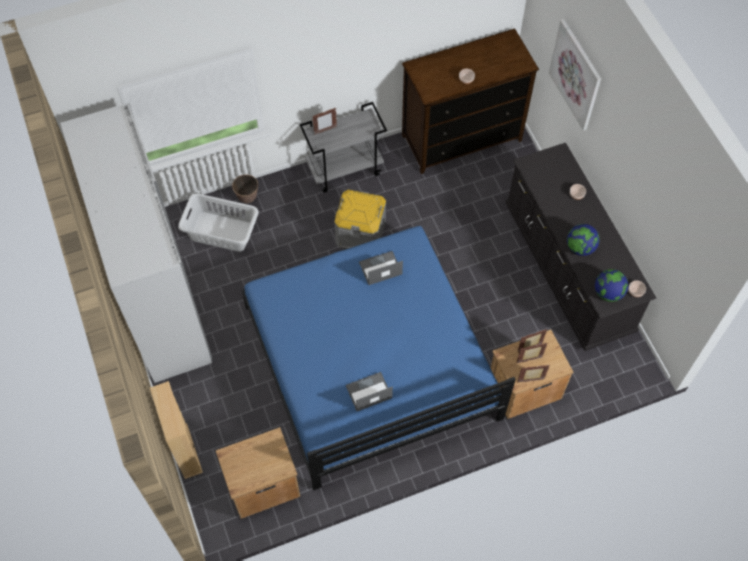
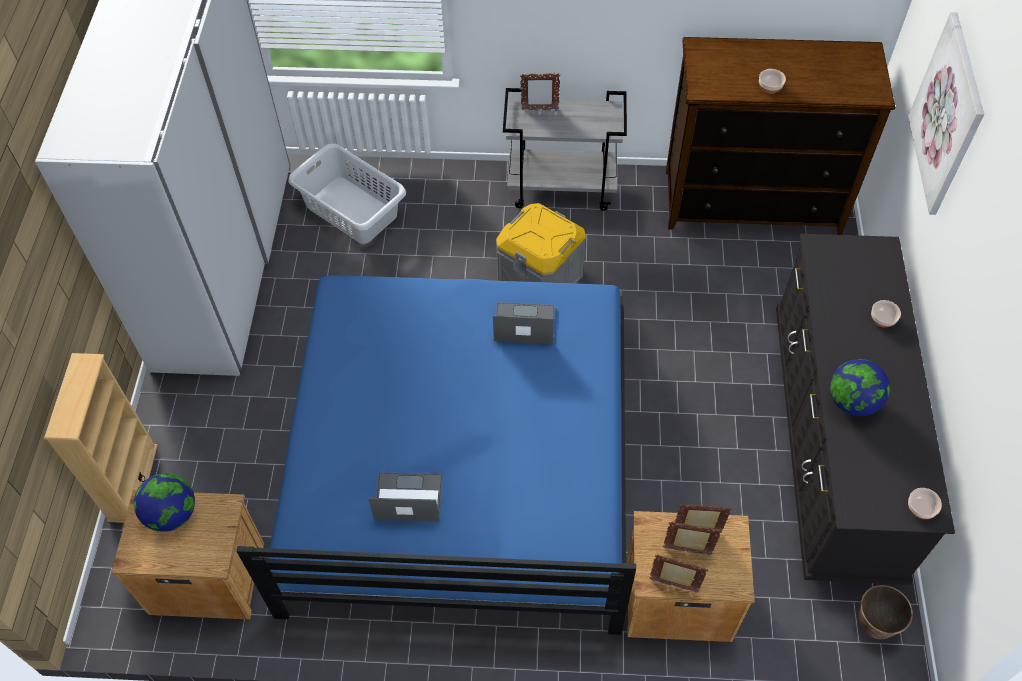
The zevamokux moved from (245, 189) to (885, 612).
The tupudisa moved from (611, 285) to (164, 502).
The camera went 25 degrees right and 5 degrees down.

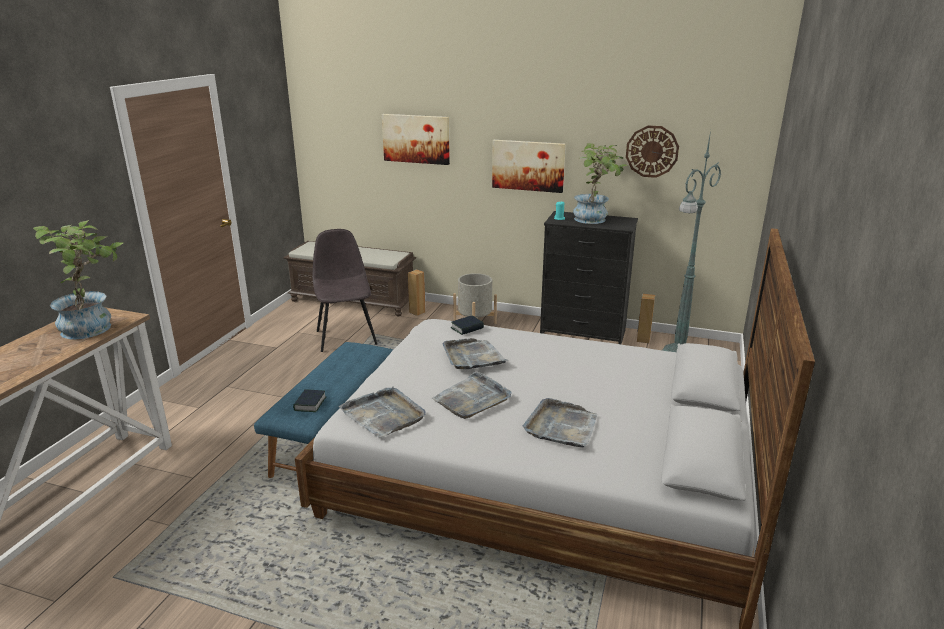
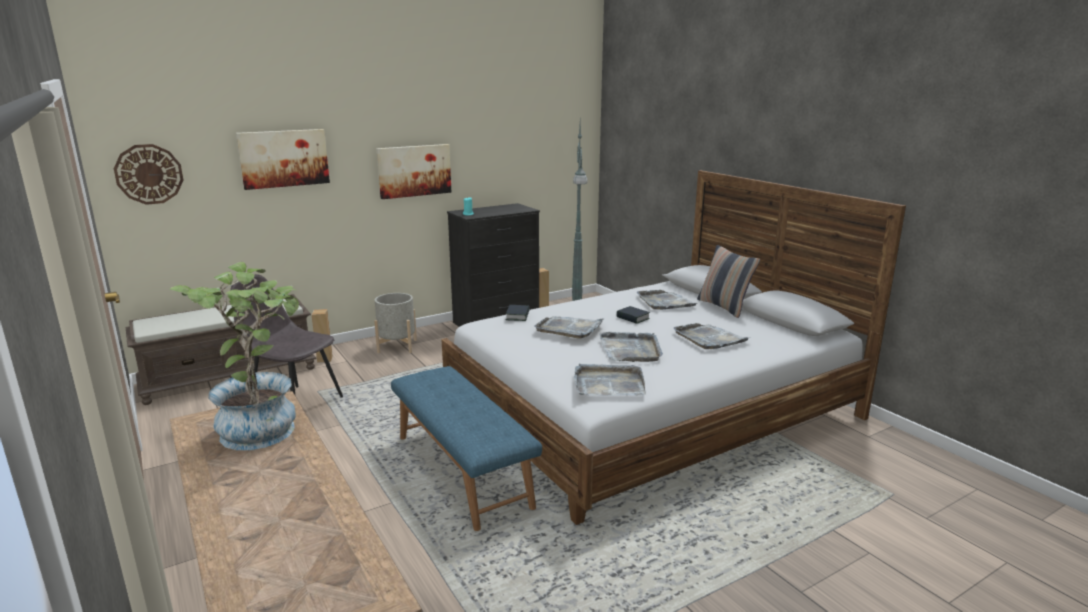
The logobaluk moved from (310, 400) to (633, 315).
The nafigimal at (600, 183) disappeared.
The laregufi moved from (652, 152) to (148, 174).
The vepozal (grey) at (666, 300) appeared.
The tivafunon at (728, 281) appeared.
The camera went 50 degrees left and 5 degrees down.

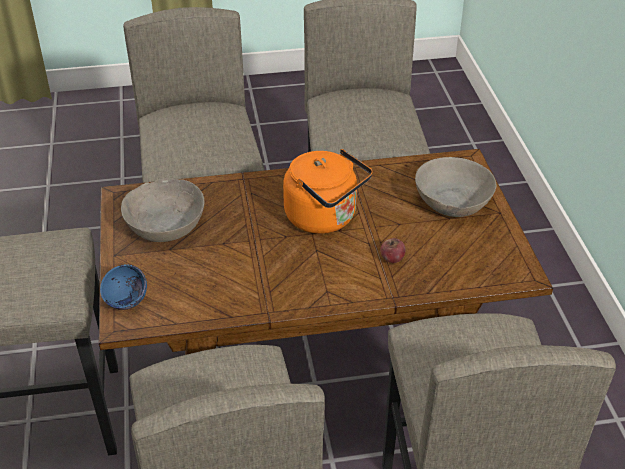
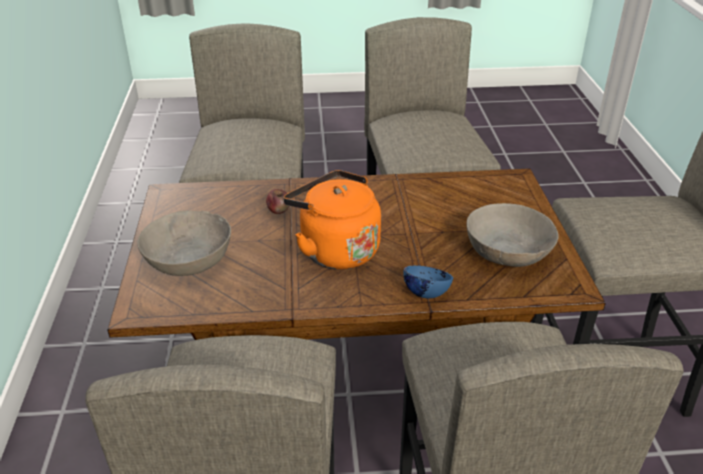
The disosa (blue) moved from (123, 287) to (428, 282).
The camera went 175 degrees left and 5 degrees down.

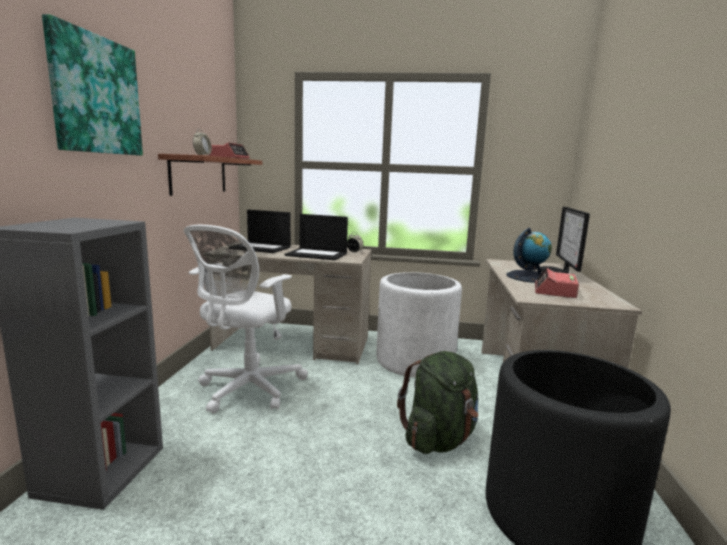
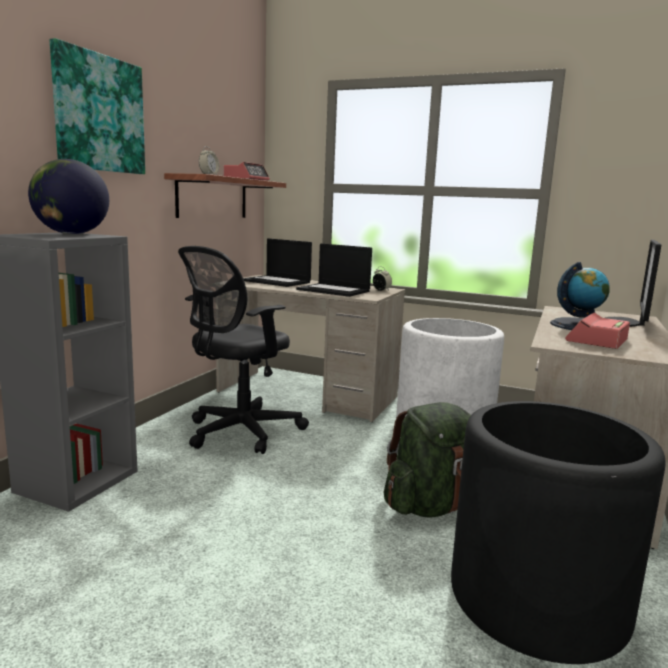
The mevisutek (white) at (246, 319) became the mevisutek (black) at (243, 350).
The tupudisa at (68, 196) appeared.
The camera went 15 degrees right and 0 degrees up.

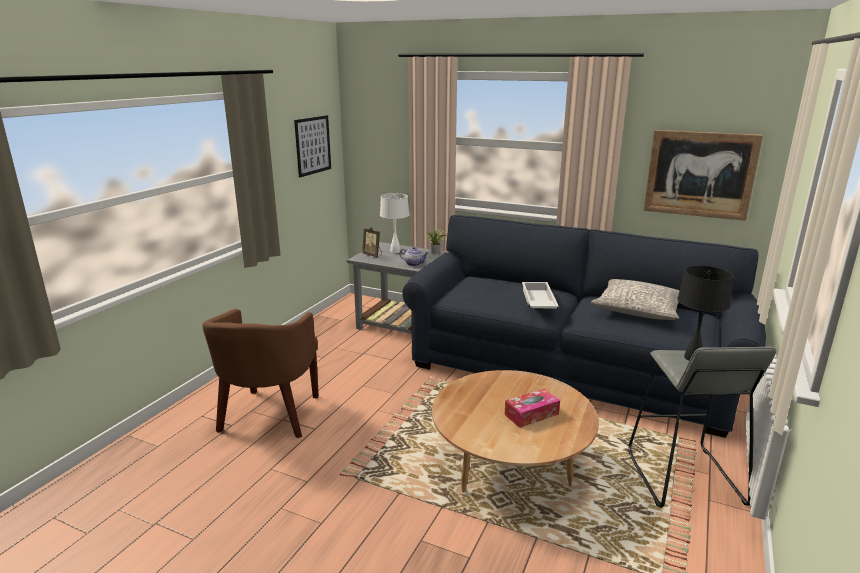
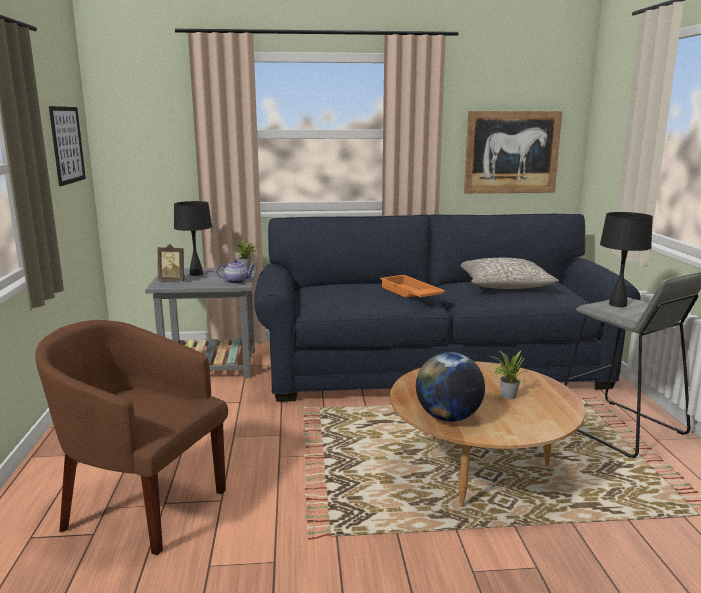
The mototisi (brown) at (261, 373) turned 135 degrees clockwise.
The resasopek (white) at (394, 223) became the resasopek (black) at (193, 238).
The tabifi at (532, 408) was replaced by the nafigimal at (508, 374).
The vepozal (white) at (540, 295) became the vepozal (orange) at (412, 286).
The tupudisa at (450, 387) appeared.
The camera went 30 degrees left and 5 degrees down.

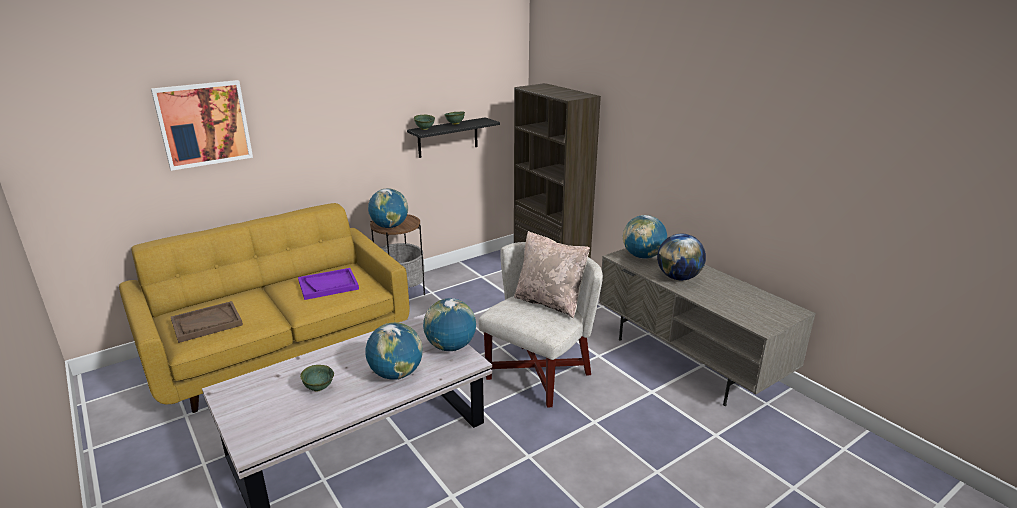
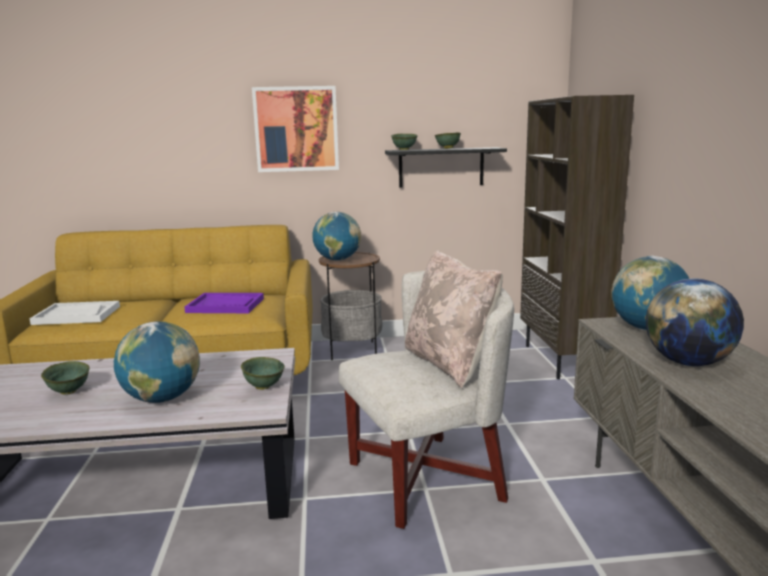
The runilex moved from (202, 125) to (295, 129).
The vepozal (brown) at (207, 322) became the vepozal (white) at (75, 313).
The tupudisa at (449, 324) was replaced by the disosa (green) at (263, 373).
The camera went 30 degrees right and 10 degrees down.

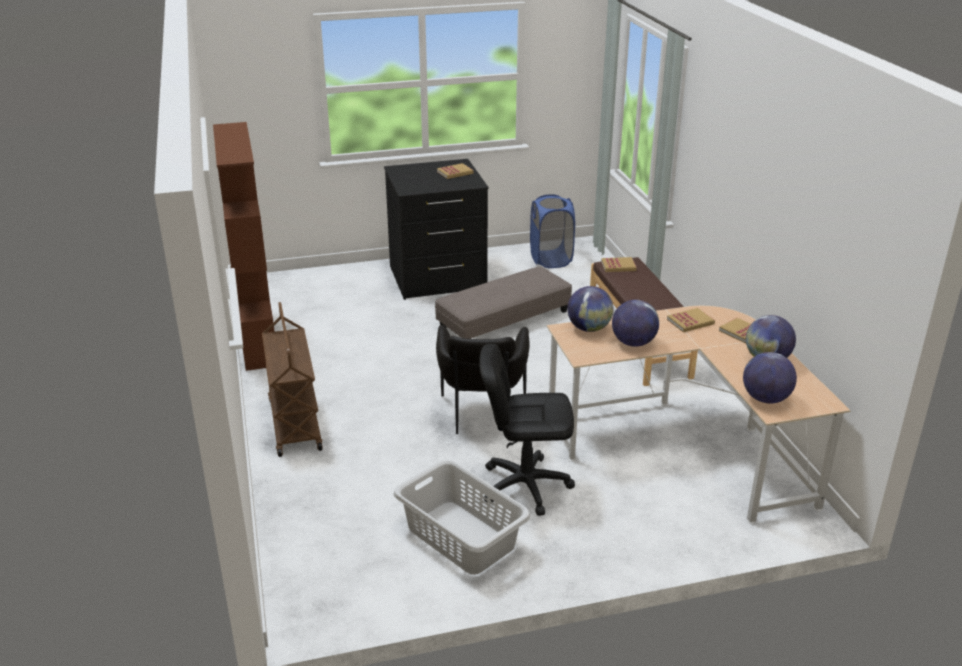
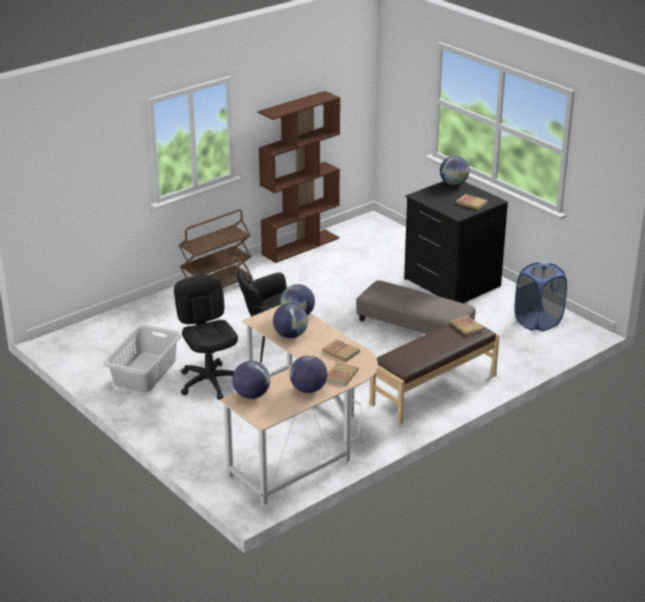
The tupudisa at (455, 170) appeared.
The camera went 65 degrees right and 0 degrees up.

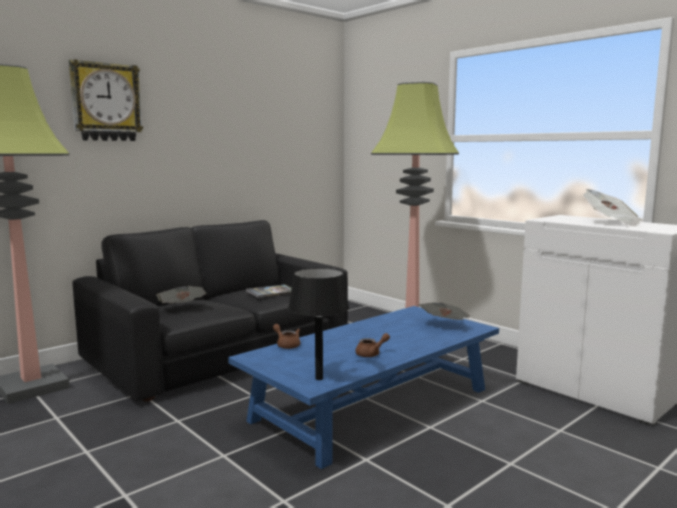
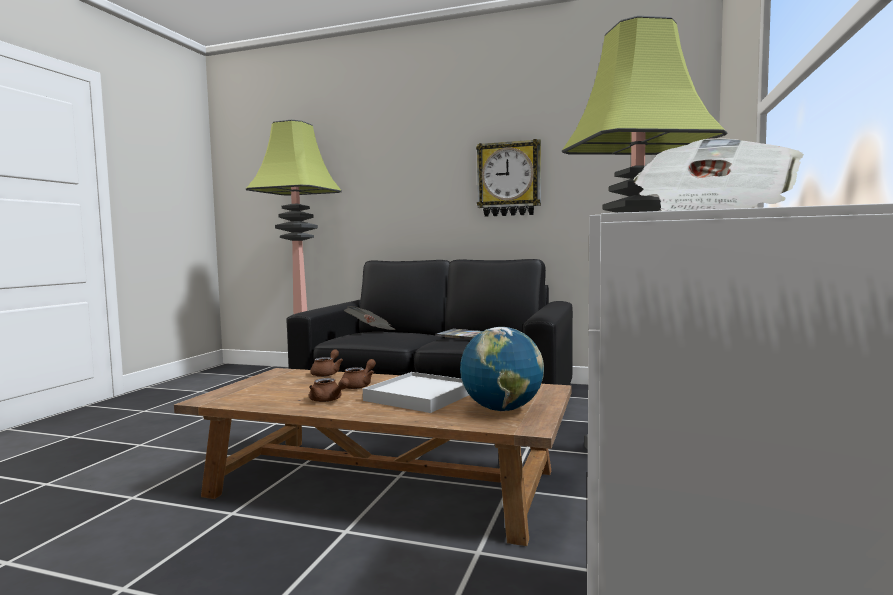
The laregufi moved from (106, 100) to (508, 178).
The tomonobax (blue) at (363, 387) became the tomonobax (brown) at (373, 457).
The resasopek (black) at (318, 324) disappeared.
The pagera at (444, 311) was replaced by the tupudisa at (502, 369).
The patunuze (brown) at (358, 374) appeared.
The vepozal (white) at (416, 392) appeared.
The camera went 60 degrees right and 5 degrees down.

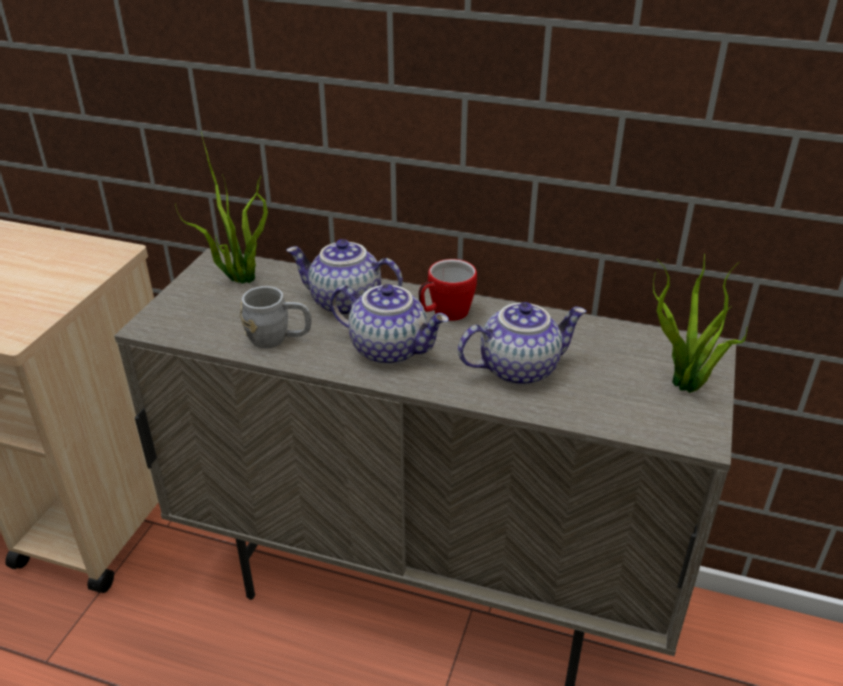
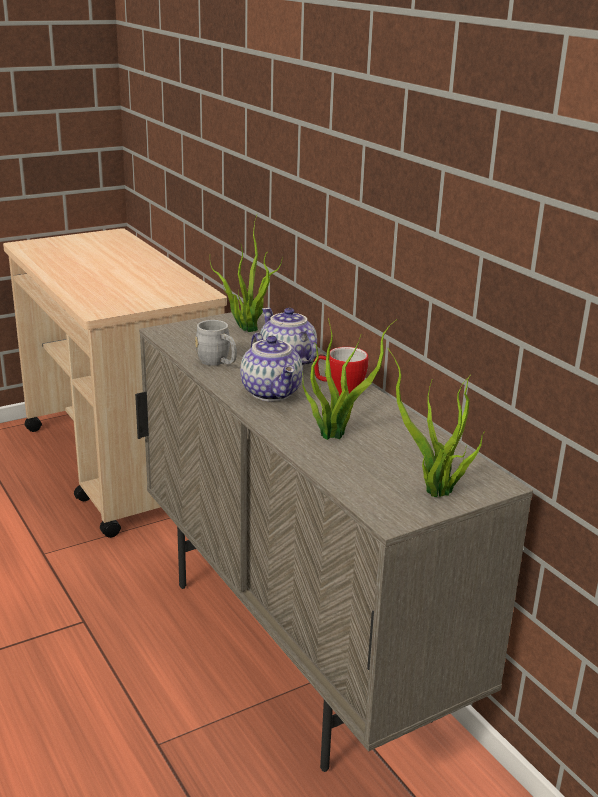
The patunuze at (522, 344) was replaced by the nafigimal at (349, 379).
The camera went 40 degrees right and 10 degrees down.

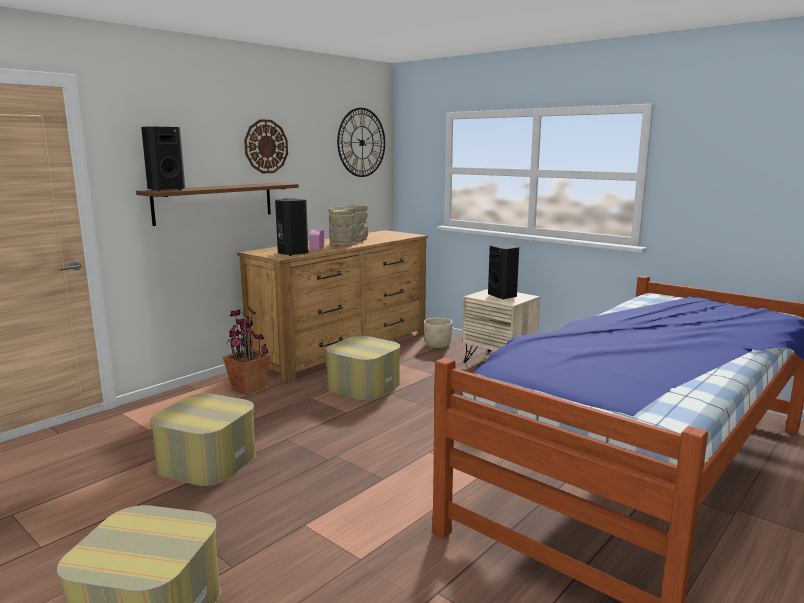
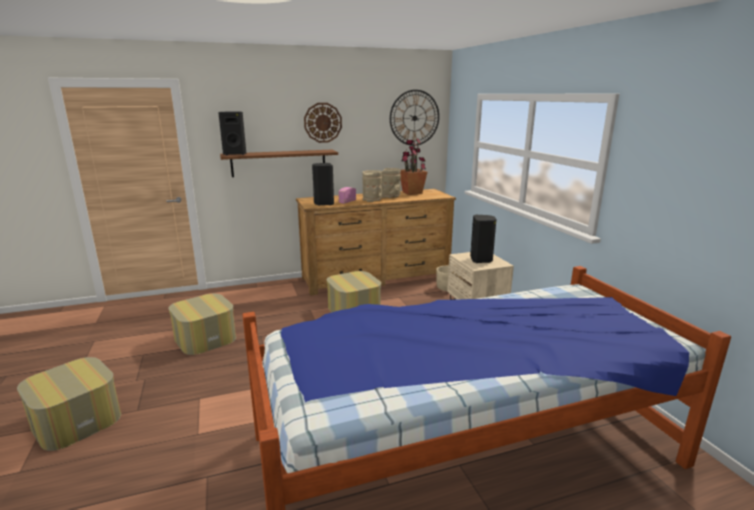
The nafigimal moved from (247, 351) to (413, 167).
The camera went 30 degrees right and 5 degrees up.

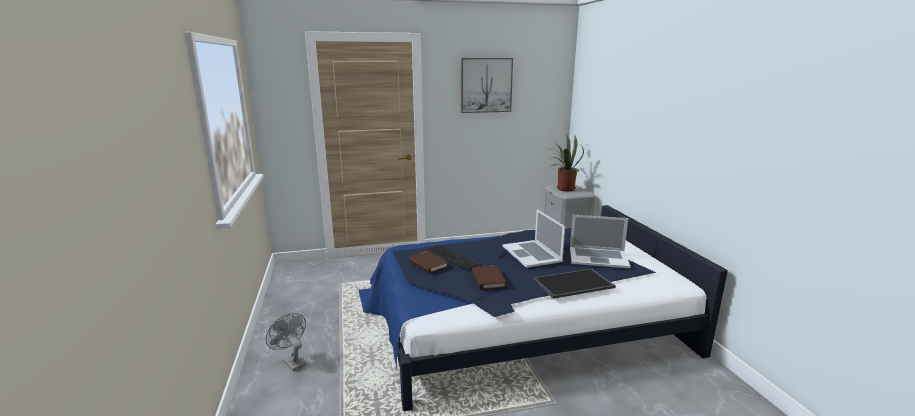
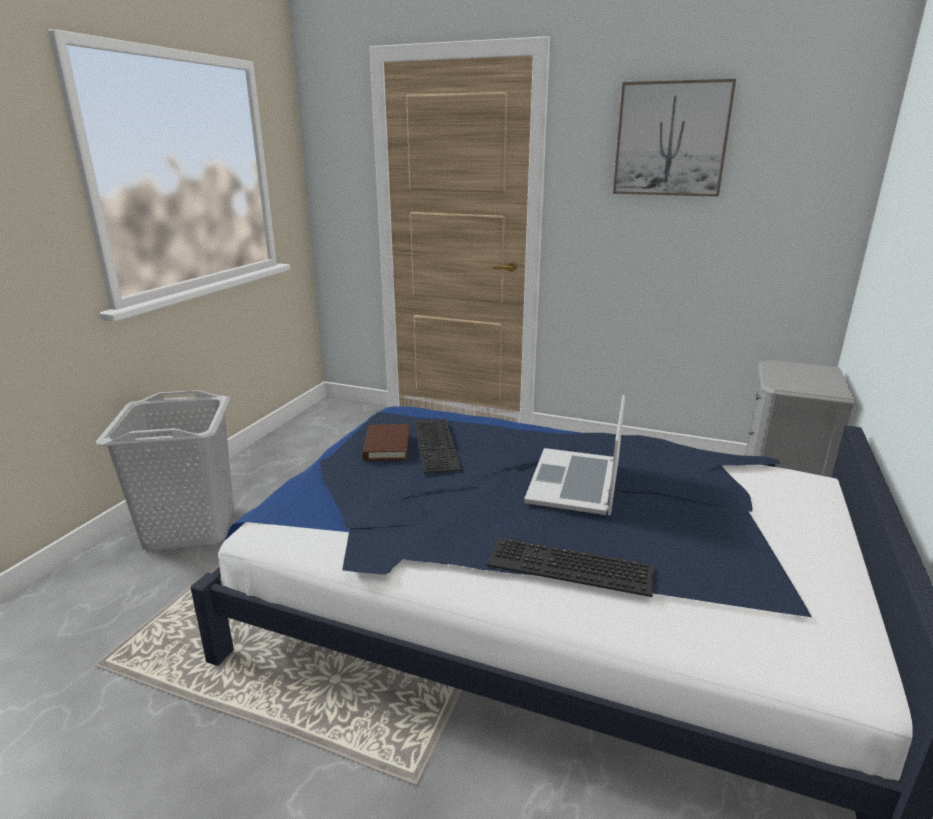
The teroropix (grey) at (286, 342) was replaced by the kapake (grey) at (165, 470).
The logobaluk (brown) at (489, 277) disappeared.
The vepozal at (574, 283) was replaced by the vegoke at (570, 567).
The nafigimal at (566, 163) disappeared.
The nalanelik at (600, 241) disappeared.
The camera went 35 degrees right and 5 degrees up.

